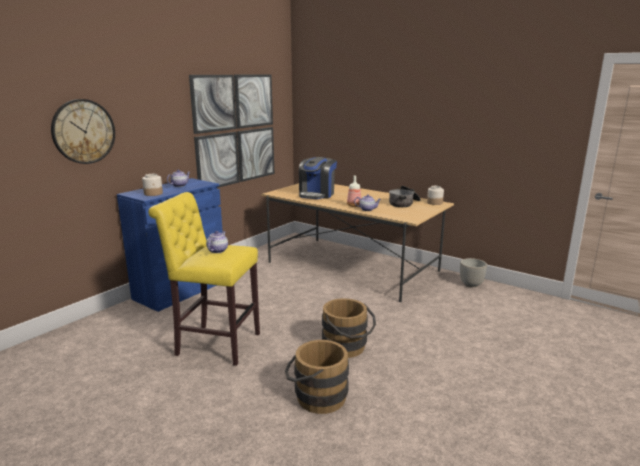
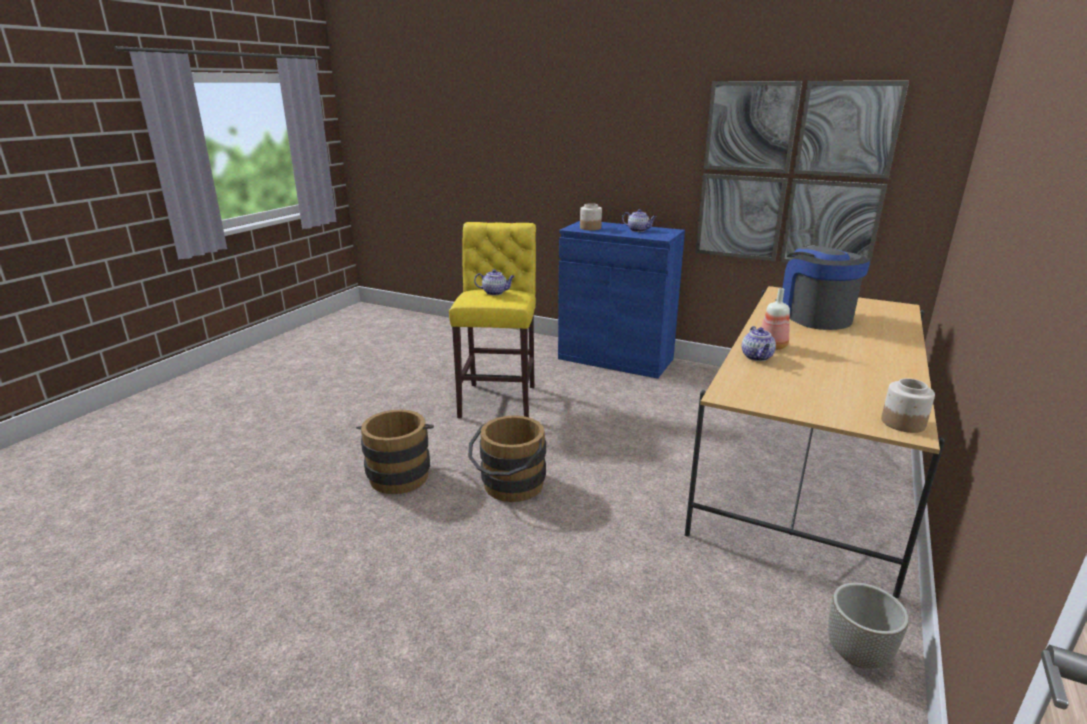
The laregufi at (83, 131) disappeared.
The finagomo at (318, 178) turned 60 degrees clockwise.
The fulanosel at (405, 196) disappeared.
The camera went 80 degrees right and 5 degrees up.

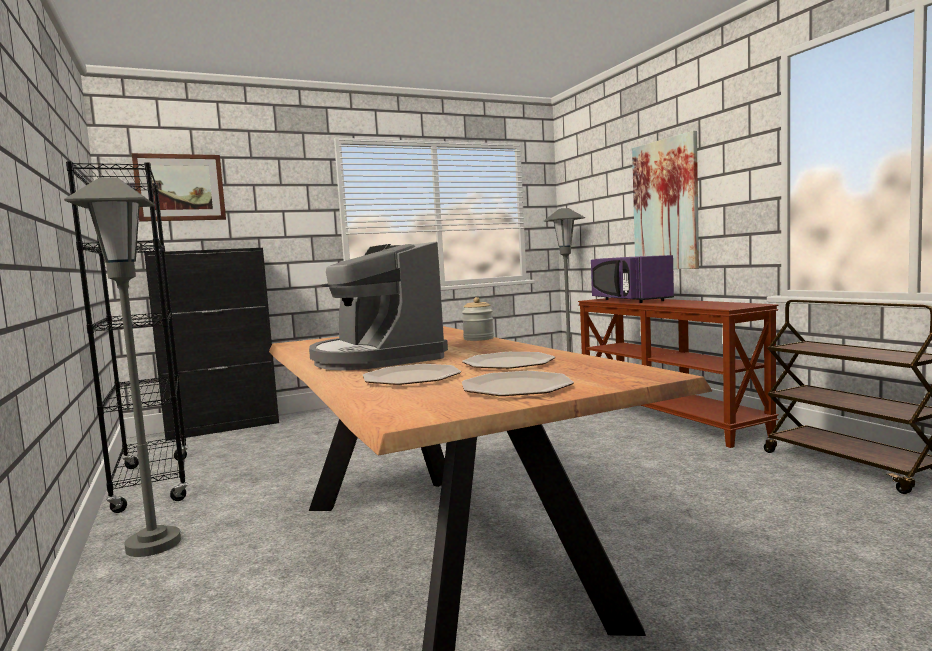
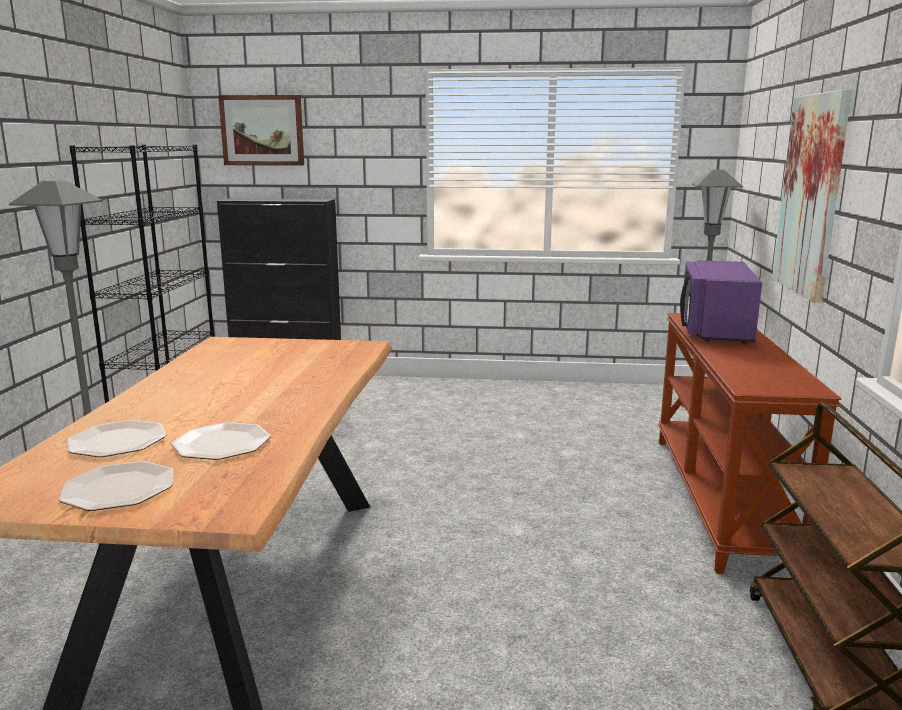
The finagomo at (378, 306) disappeared.
The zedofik at (478, 319) disappeared.
The camera went 30 degrees right and 10 degrees up.

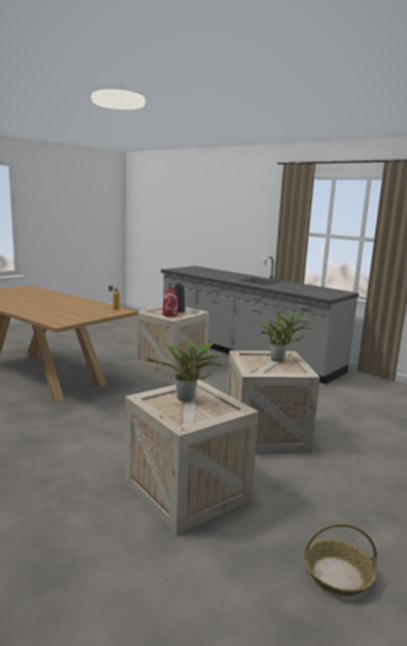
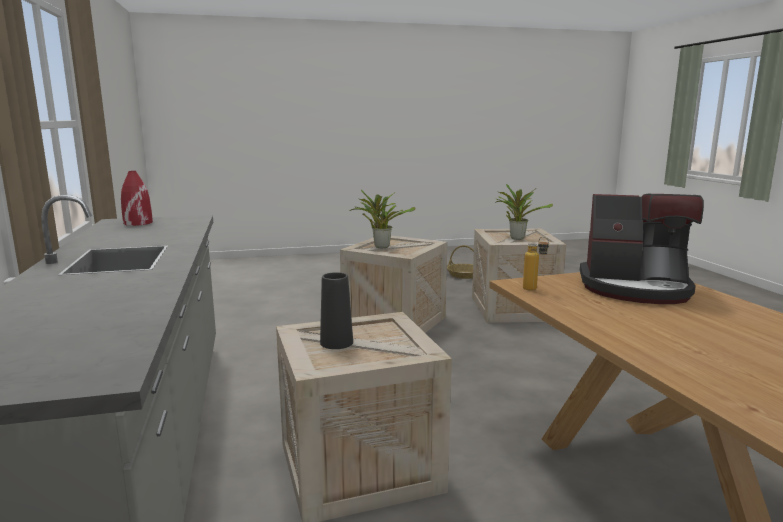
The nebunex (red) moved from (170, 302) to (137, 198).
The finagomo at (642, 248) appeared.
The camera went 145 degrees left and 0 degrees up.

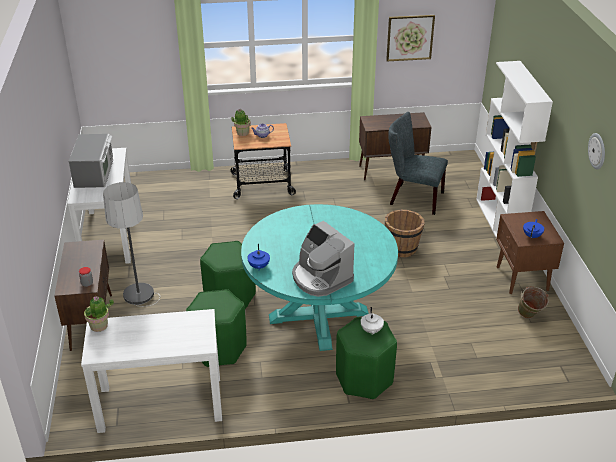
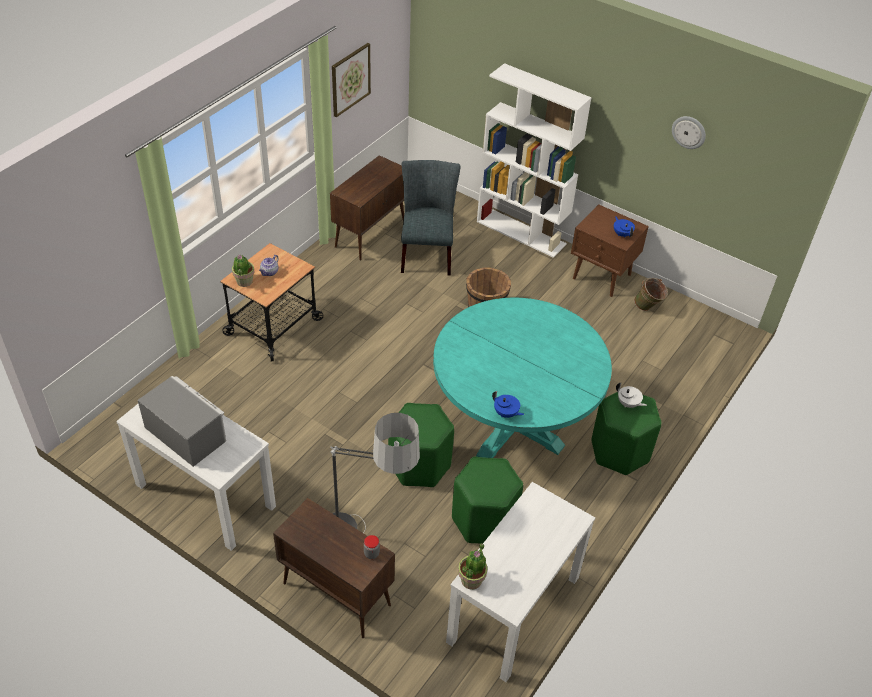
The finagomo at (323, 259) disappeared.
The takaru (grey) at (418, 163) turned 120 degrees clockwise.
The camera went 50 degrees left and 10 degrees up.

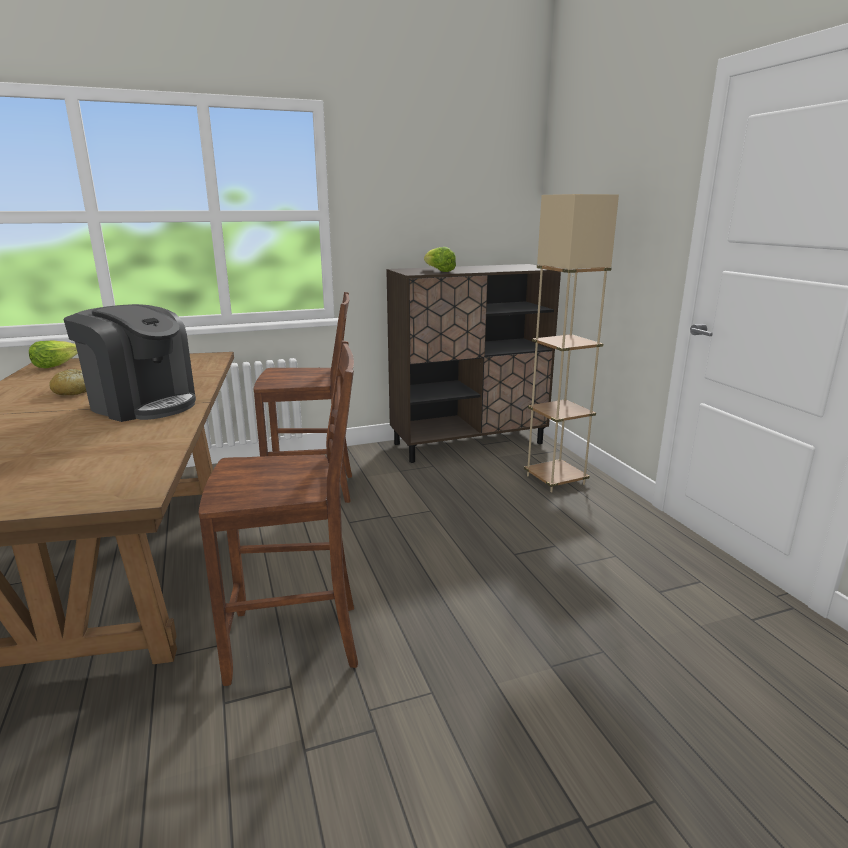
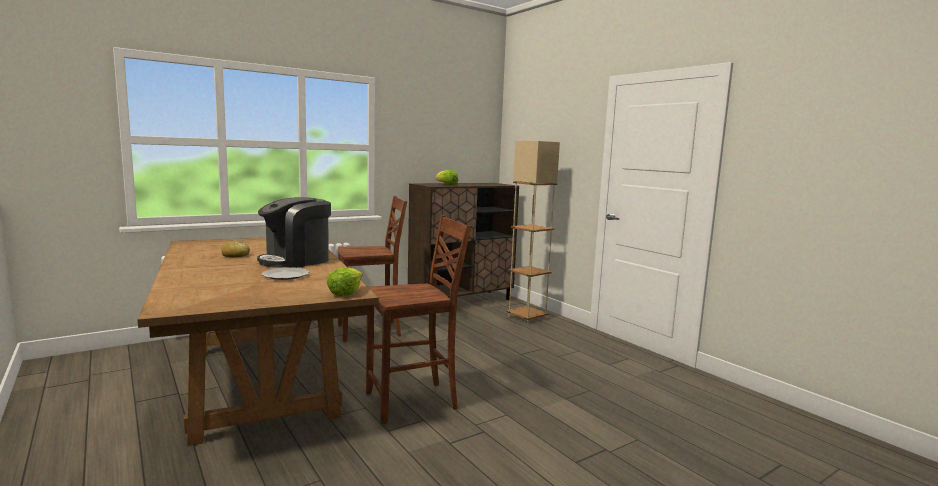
The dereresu moved from (53, 354) to (344, 282).
The finagomo at (129, 363) turned 120 degrees clockwise.
The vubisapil at (285, 274) appeared.
The camera went 15 degrees left and 10 degrees down.

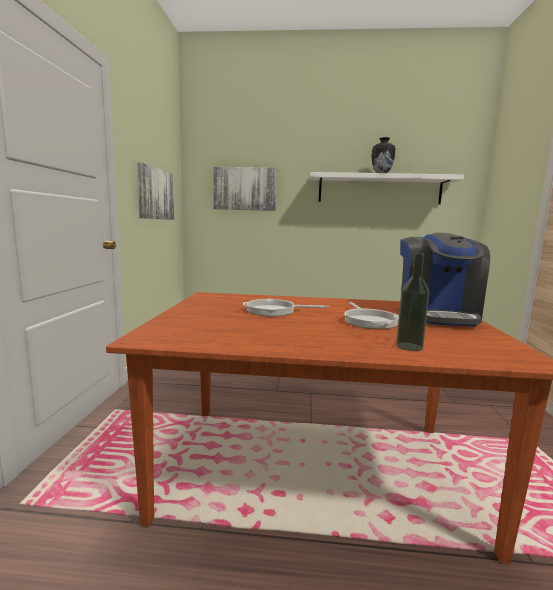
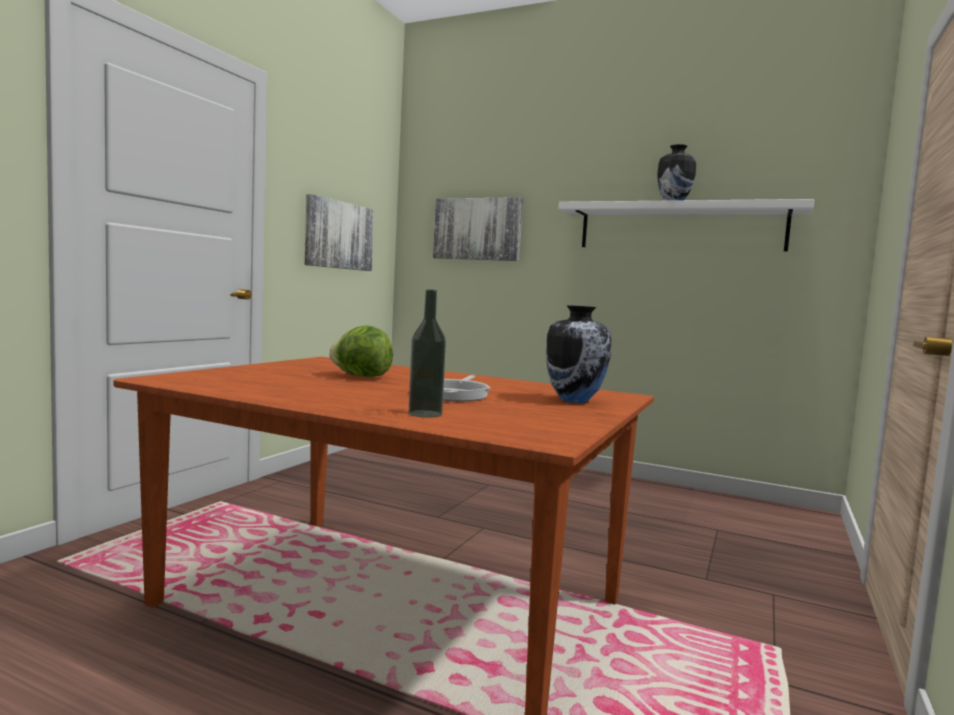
The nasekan at (286, 307) was replaced by the dereresu at (361, 351).
The finagomo at (445, 279) was replaced by the nebunex at (579, 354).
The camera went 20 degrees right and 5 degrees down.

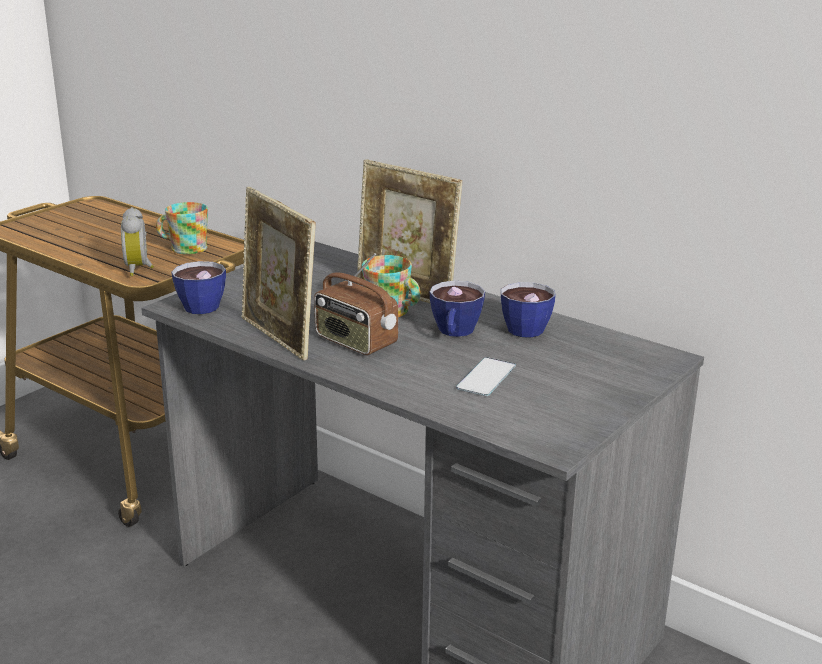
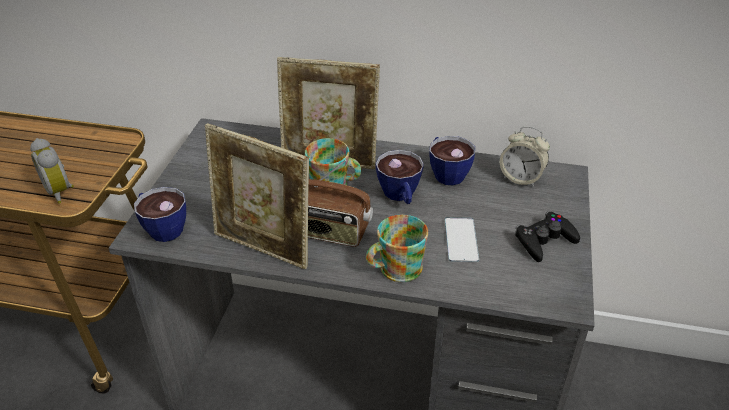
The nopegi moved from (182, 228) to (397, 248).
The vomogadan at (525, 156) appeared.
The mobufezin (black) at (547, 236) appeared.
The camera went 25 degrees left and 15 degrees up.

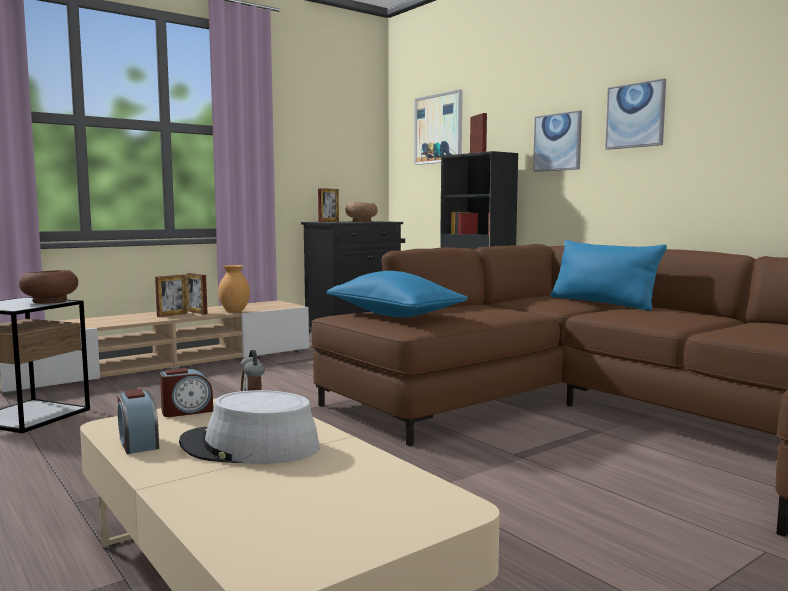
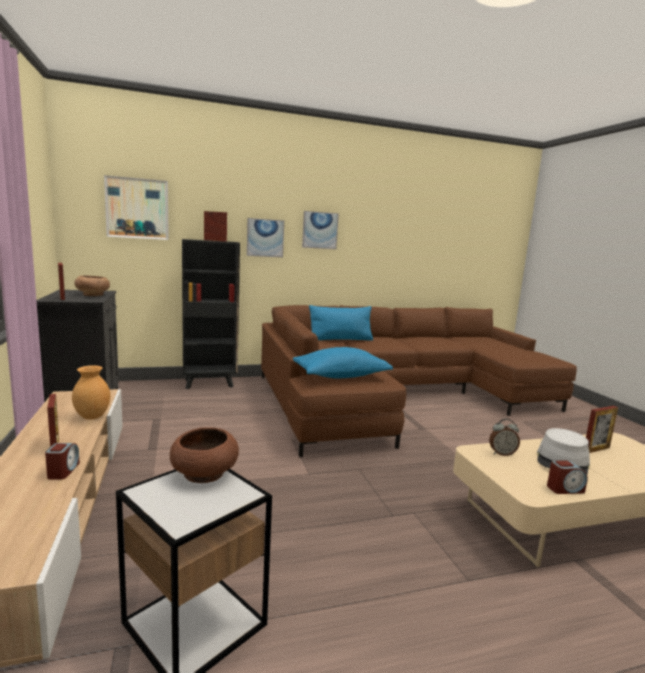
The vomogadan moved from (186, 392) to (62, 461).
The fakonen moved from (197, 294) to (602, 429).
The camera went 70 degrees left and 5 degrees up.

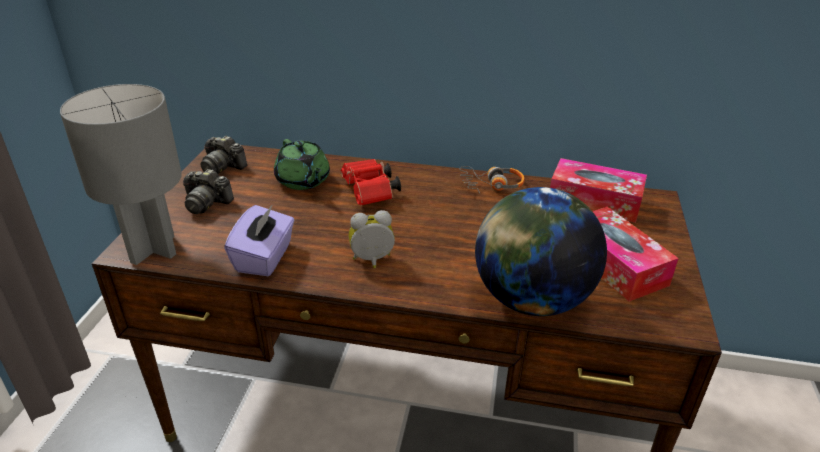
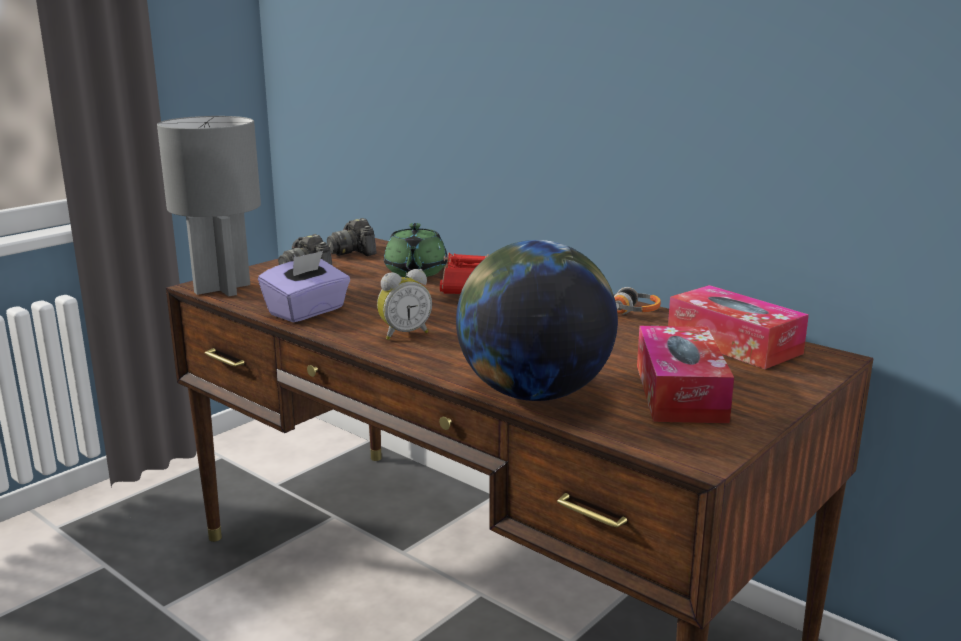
The vomogadan at (371, 239) turned 135 degrees clockwise.
The camera went 30 degrees right and 15 degrees down.

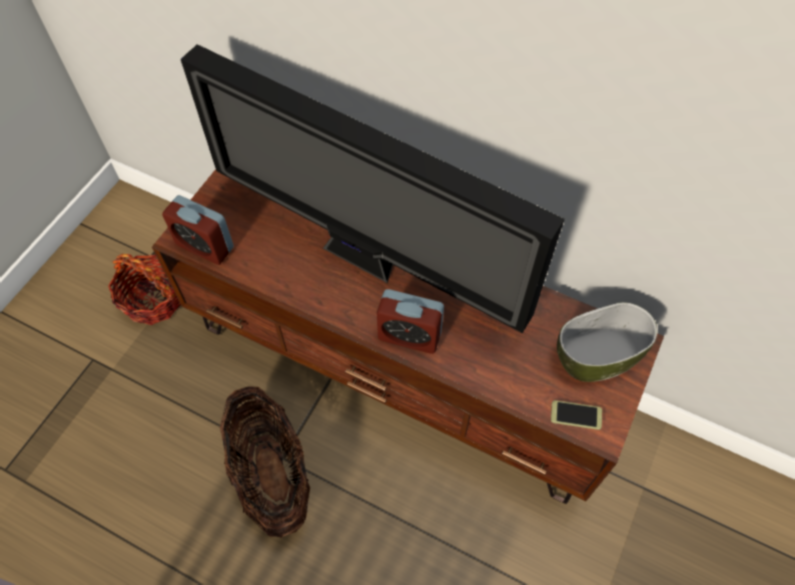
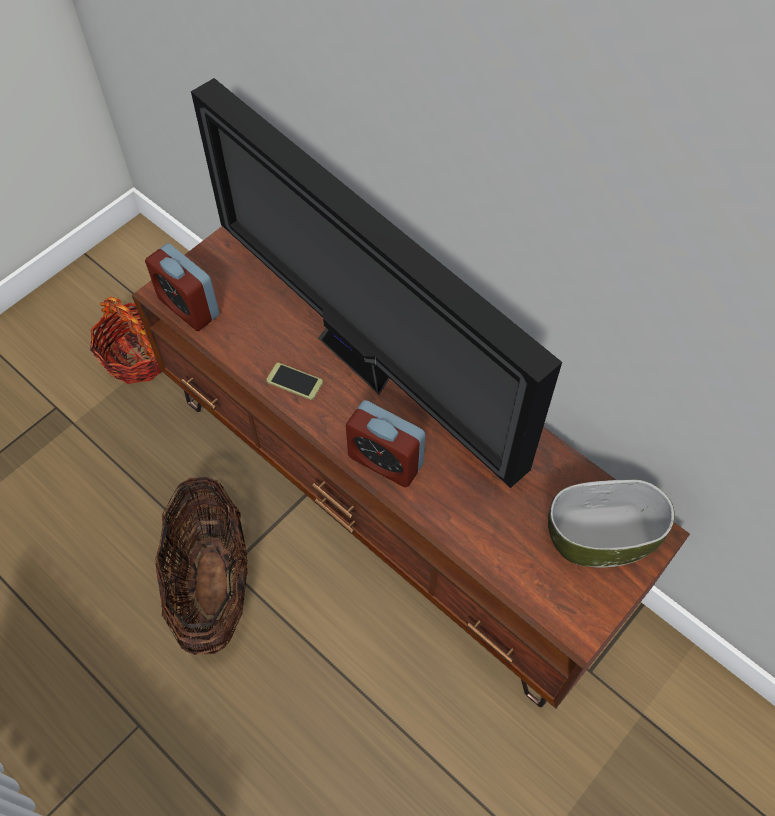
The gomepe moved from (576, 415) to (294, 381).
The camera went 15 degrees right and 0 degrees up.

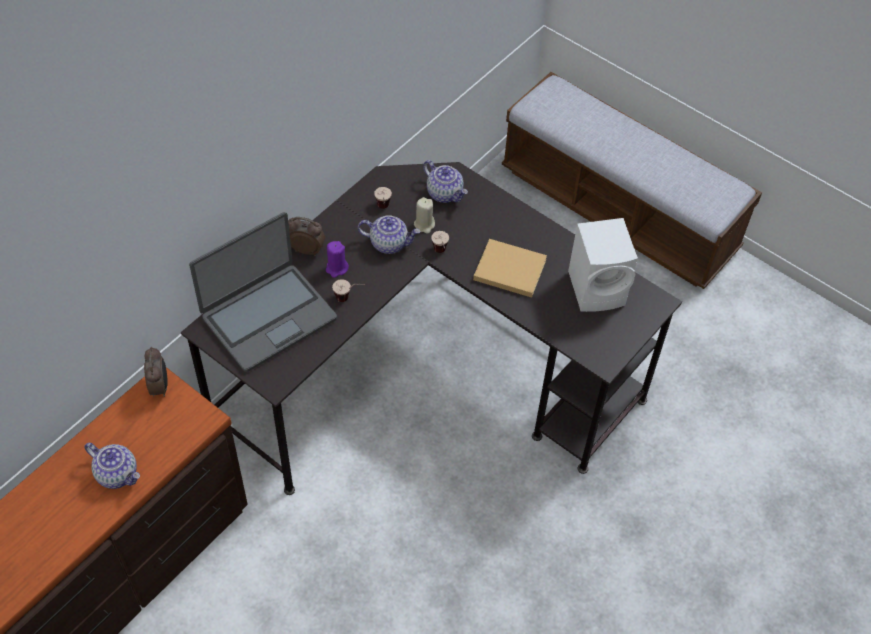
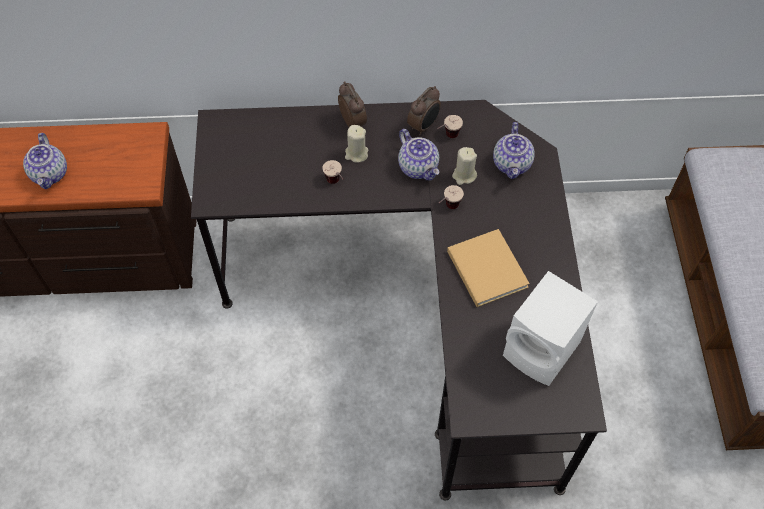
The vomogadan moved from (156, 372) to (424, 111).
The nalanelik at (263, 292) disappeared.
The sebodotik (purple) at (337, 259) became the sebodotik (beige) at (356, 144).
The camera went 50 degrees right and 5 degrees up.

